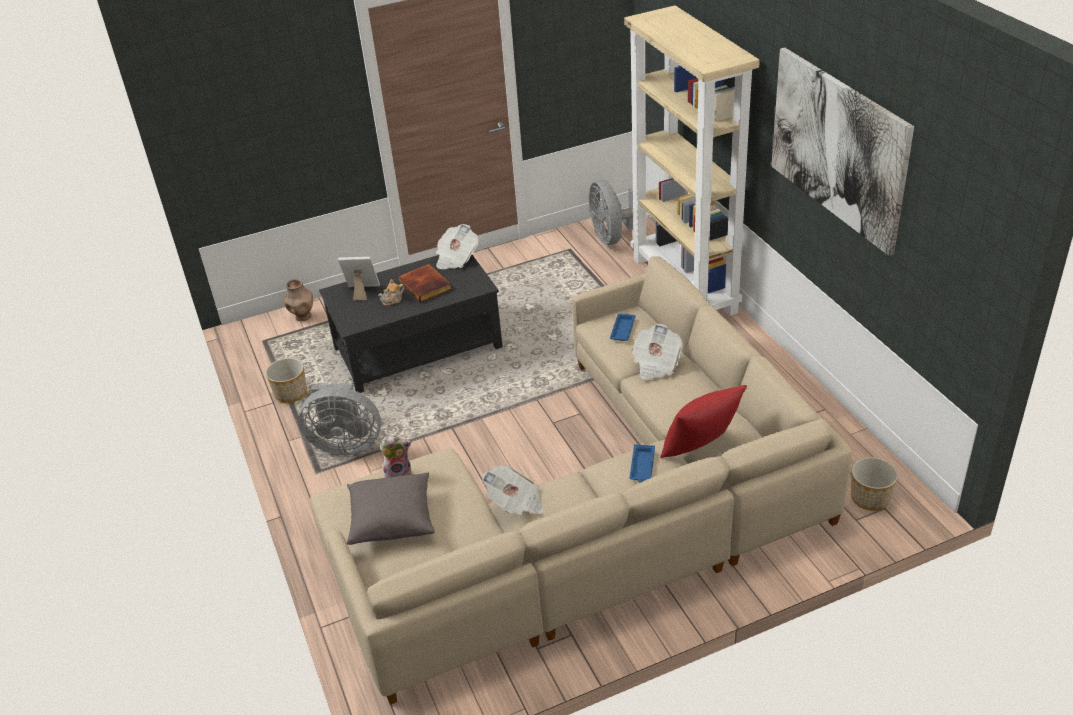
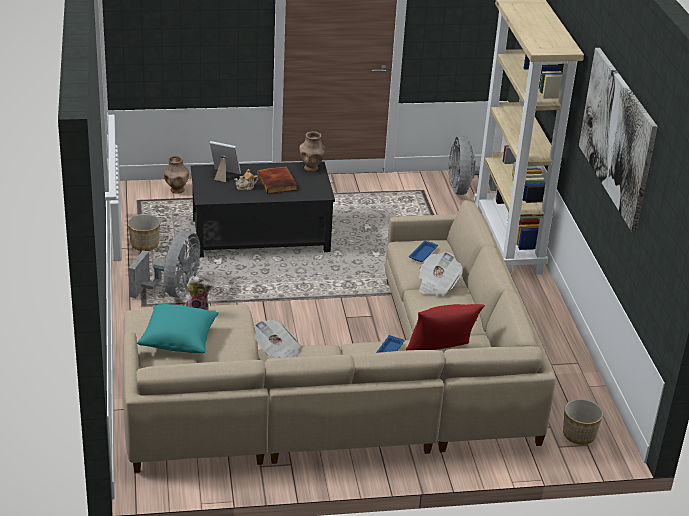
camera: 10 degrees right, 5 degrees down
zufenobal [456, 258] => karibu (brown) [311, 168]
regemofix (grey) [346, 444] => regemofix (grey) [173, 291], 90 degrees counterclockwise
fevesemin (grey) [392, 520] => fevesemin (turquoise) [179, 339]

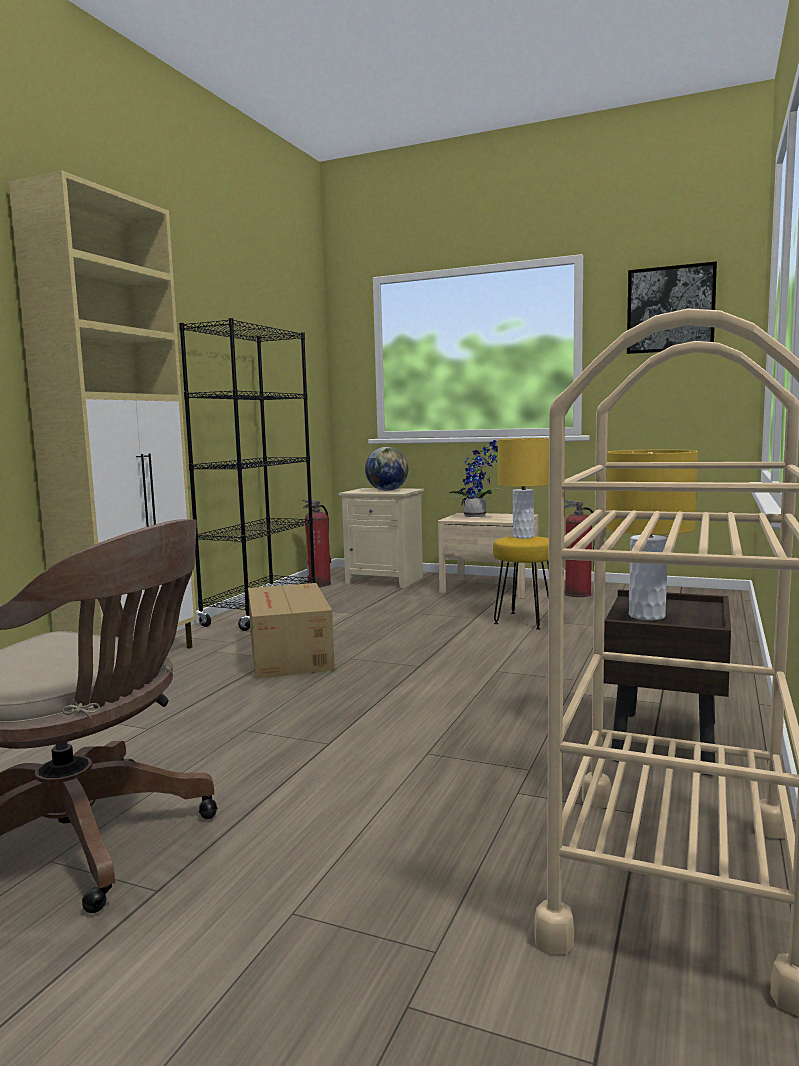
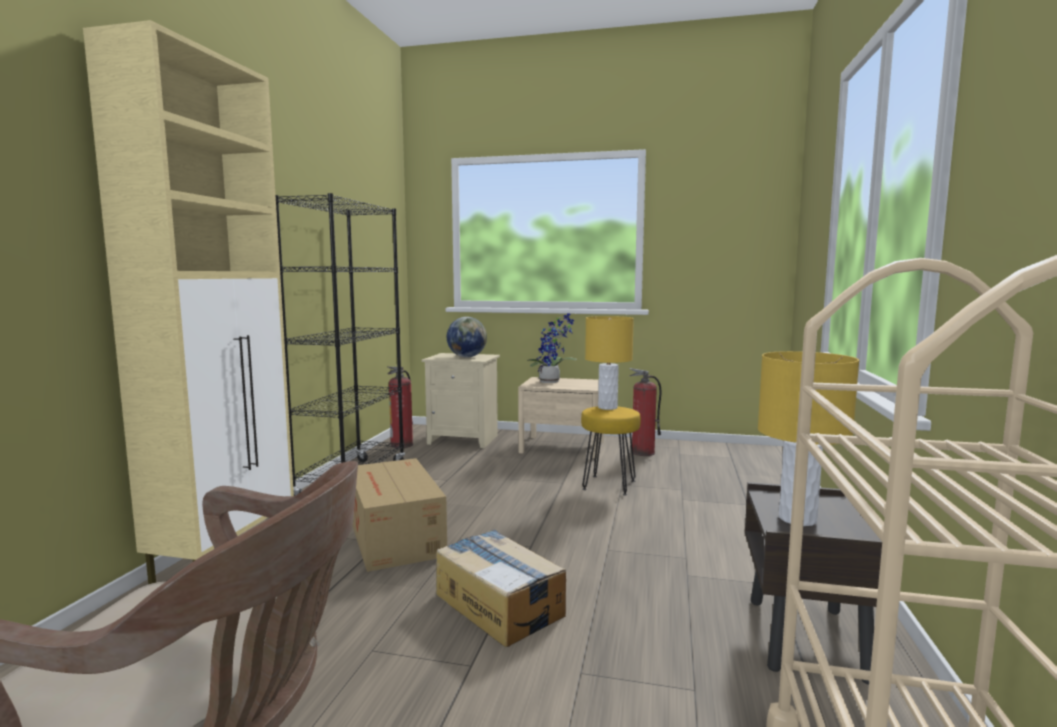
camera: 10 degrees left, 0 degrees up
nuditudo [670, 309] => nothing
nothing => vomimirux [499, 604]

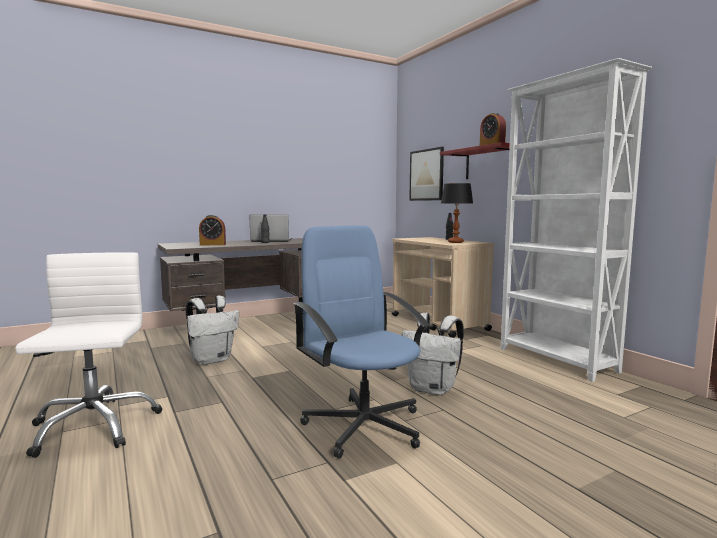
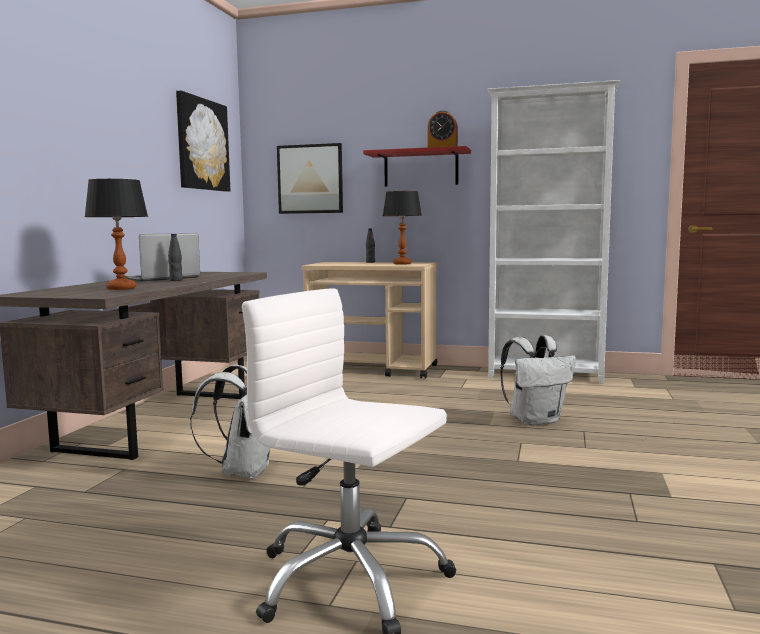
camera: 45 degrees left, 0 degrees up
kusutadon [213, 244] => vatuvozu [121, 288]
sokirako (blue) [364, 425] => nothing
nothing => nuditudo [202, 144]

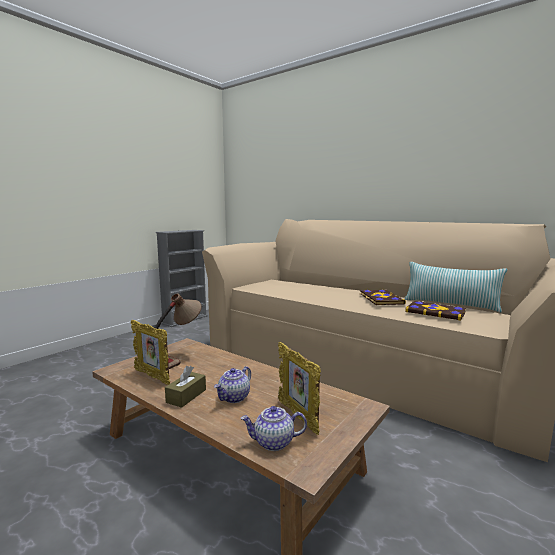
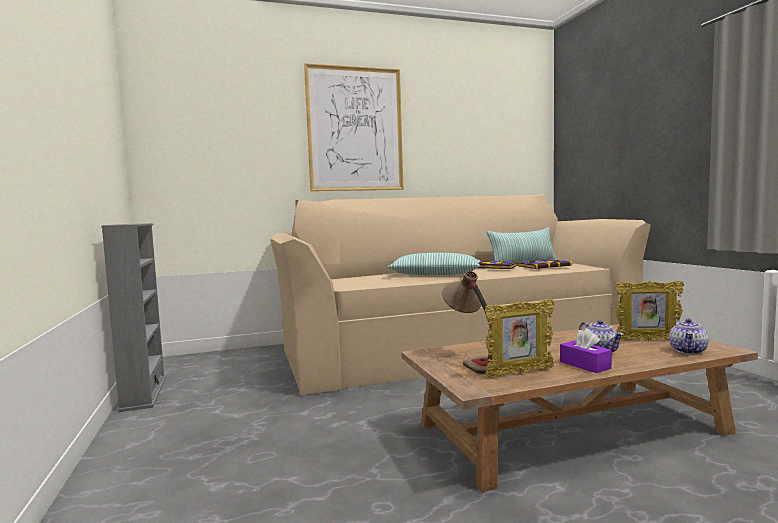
camera: 55 degrees left, 5 degrees down
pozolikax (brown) [186, 396] => pozolikax (purple) [585, 365]
nothing => nuditudo [355, 129]
nothing => fevesemin [435, 274]

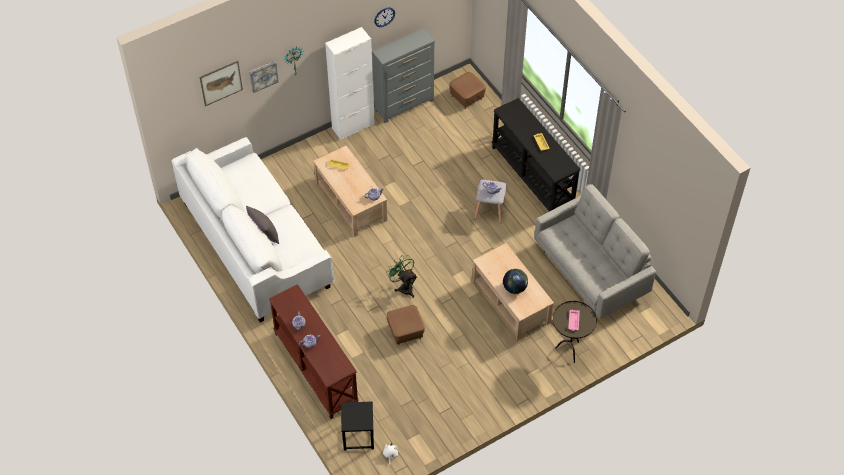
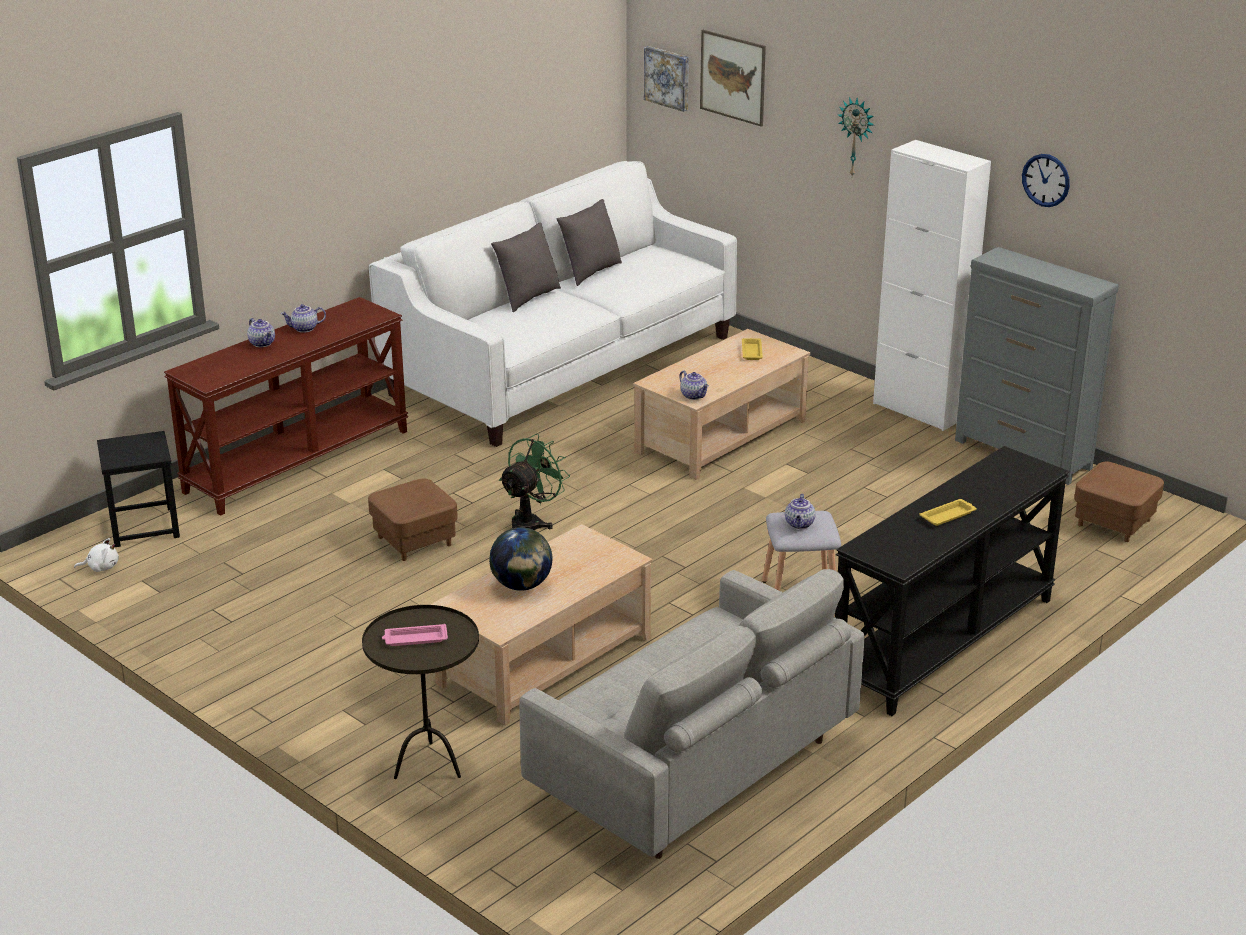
camera: 75 degrees right, 25 degrees down
nuditudo [263, 75] => nuditudo [668, 78], relocated
nothing => fevesemin (grey) [590, 272]

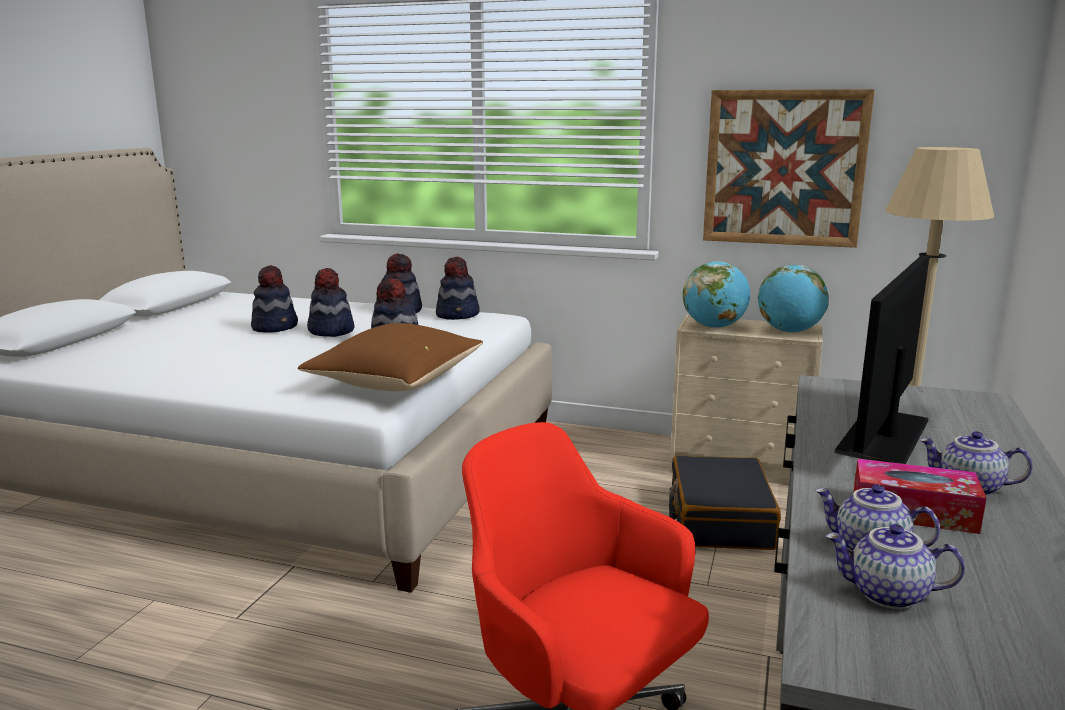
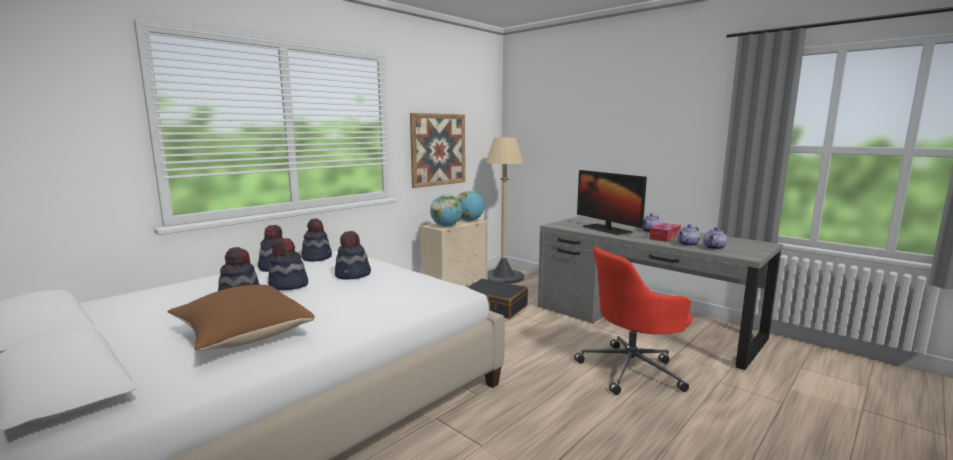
camera: 65 degrees left, 5 degrees down
fevesemin (brown) [396, 383] => fevesemin (brown) [242, 336], relocated

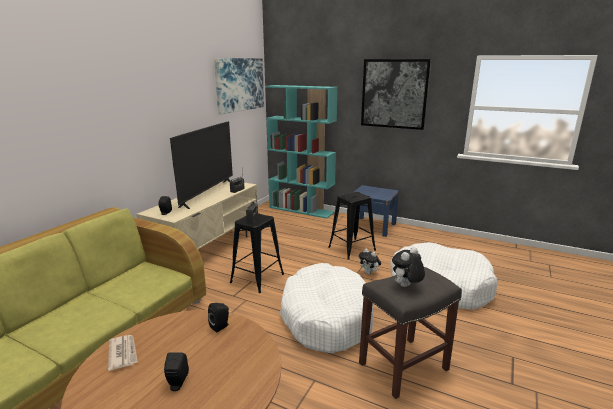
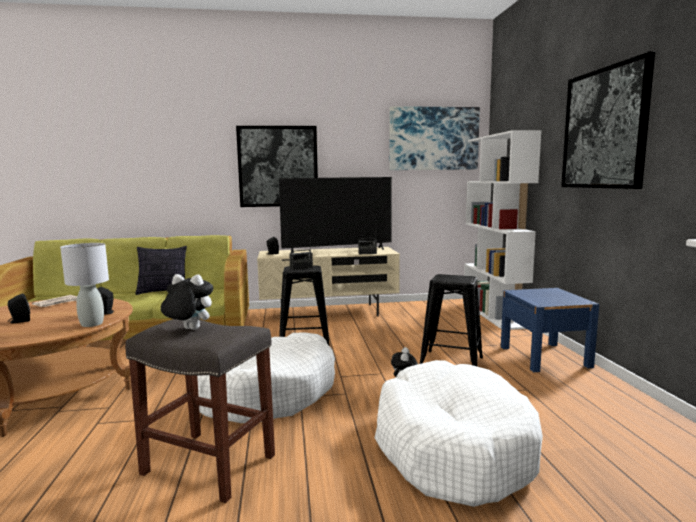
camera: 55 degrees right, 10 degrees down
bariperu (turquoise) [301, 210] => bariperu (white) [494, 314]
nothing => nuditudo [278, 166]
nothing => vatuvozu (grey) [91, 324]
nothing => fevesemin [163, 292]

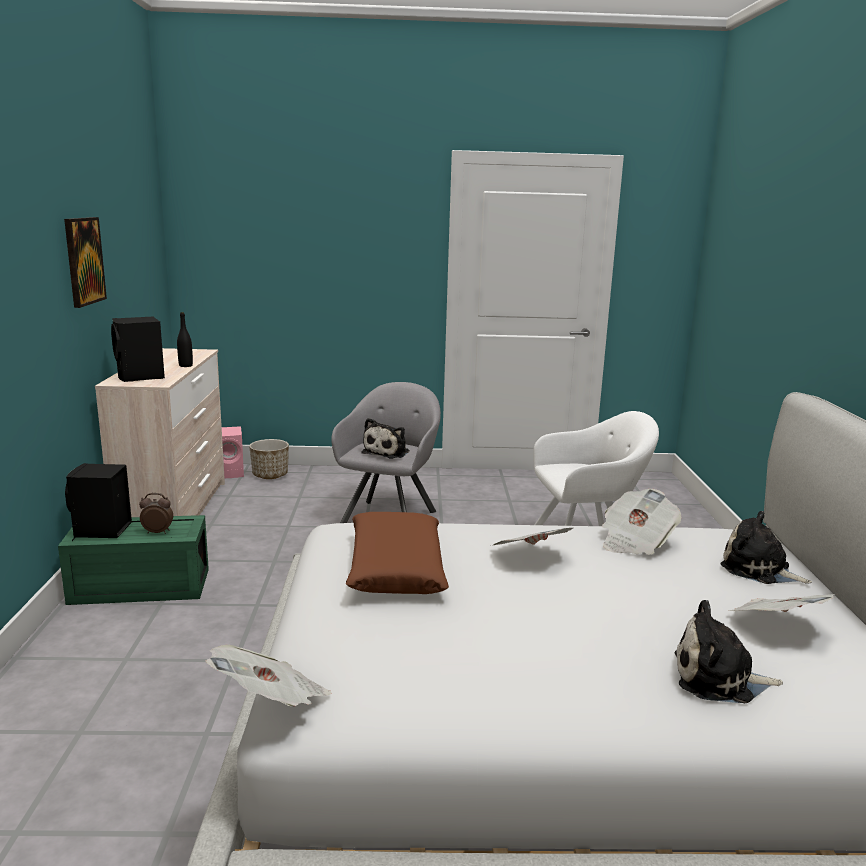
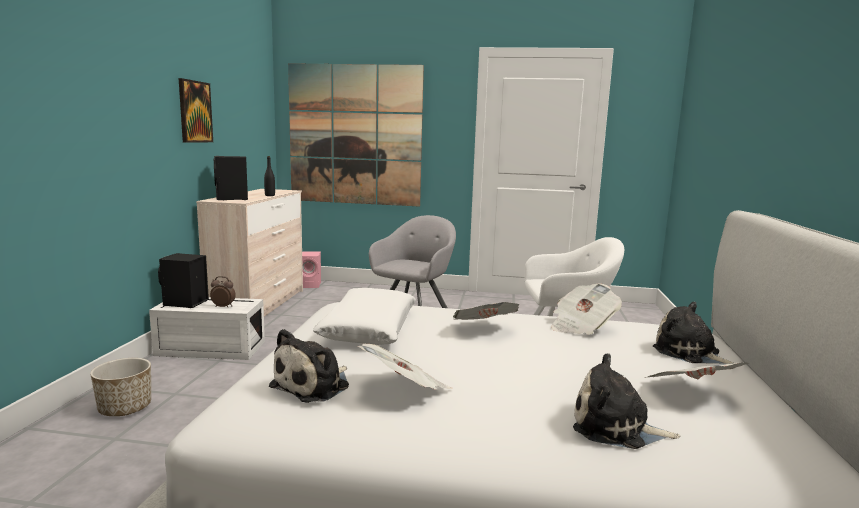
camera: 10 degrees right, 5 degrees down
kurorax [387, 452] => kurorax [314, 385], relocated
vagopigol [270, 475] => vagopigol [125, 408], relocated
fevesemin (brown) [395, 567] => fevesemin (white) [368, 328]
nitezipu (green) [138, 587] => nitezipu (white) [209, 349]
zufenobal [271, 702] => zufenobal [405, 390], relocated
nothing => nuditudo [355, 135]

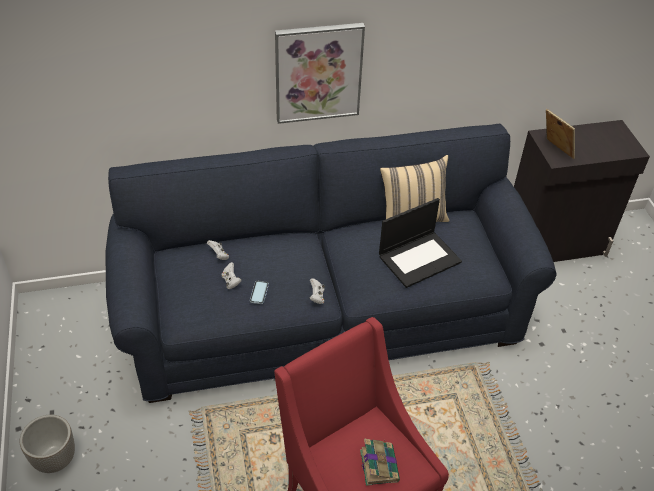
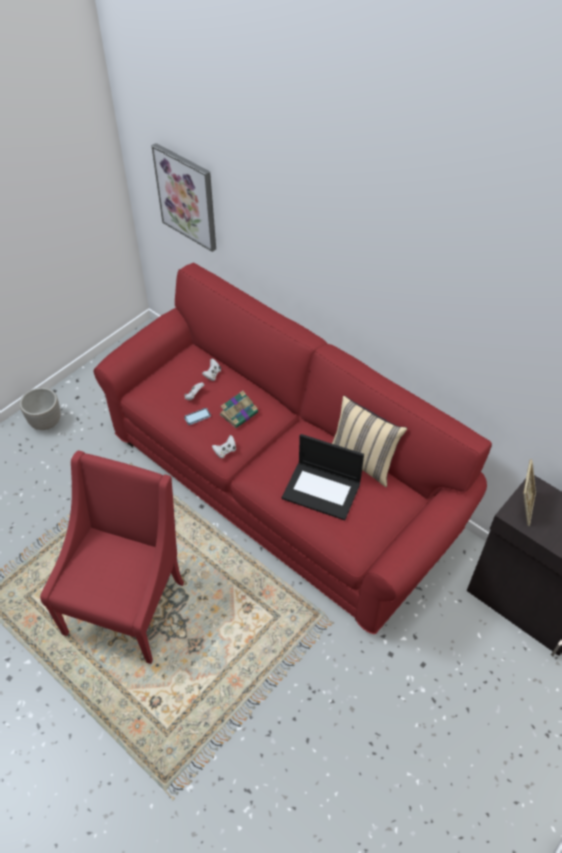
camera: 55 degrees right, 5 degrees up
nuditudo [318, 72] => nuditudo [187, 197], relocated
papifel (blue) [324, 314] => papifel (red) [281, 484]
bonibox [379, 464] => bonibox [239, 413], relocated

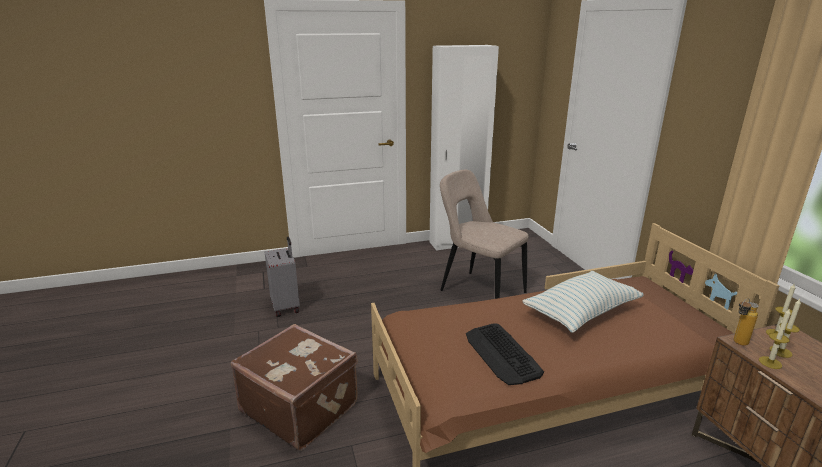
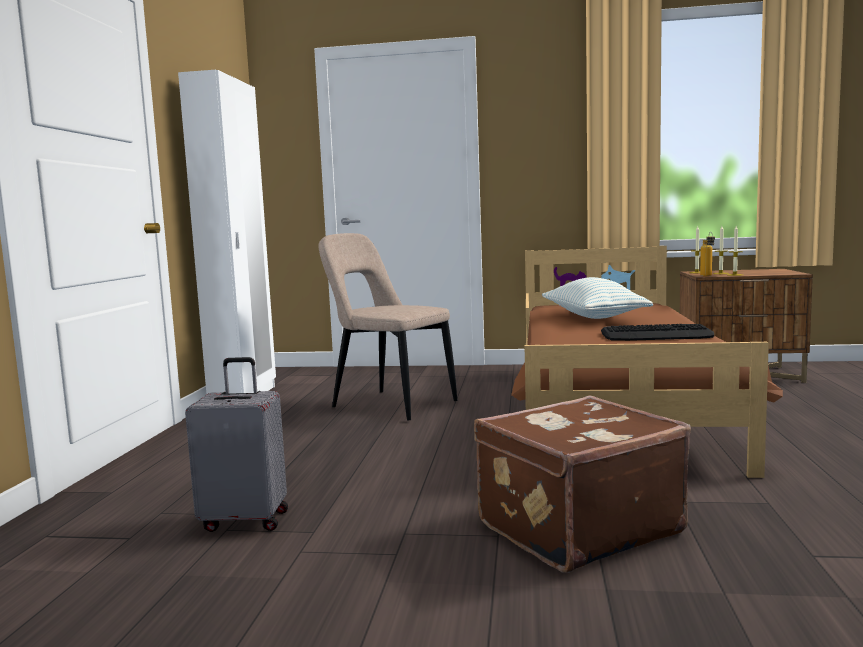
camera: 65 degrees left, 15 degrees down
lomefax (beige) [479, 291] => lomefax (beige) [389, 404], 60 degrees clockwise

